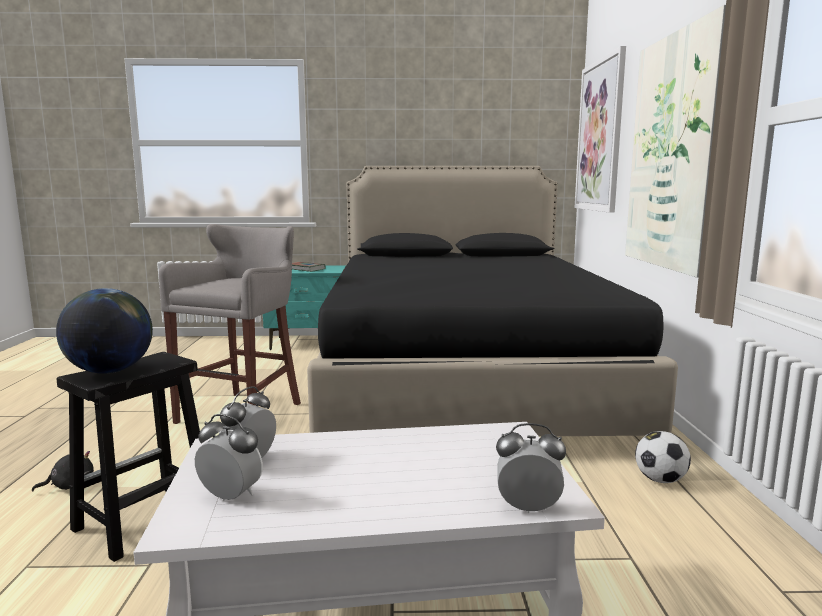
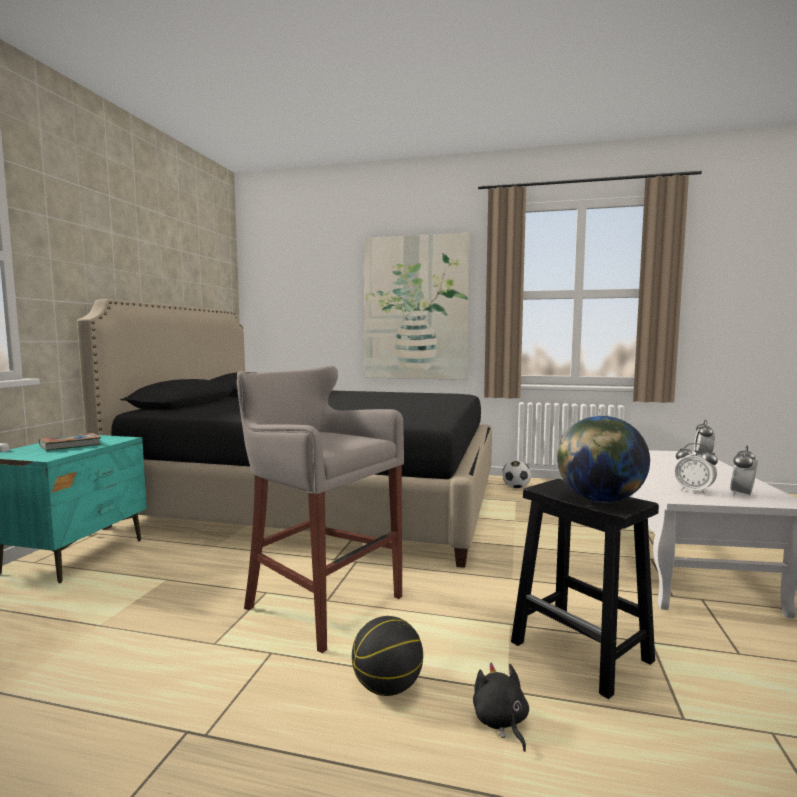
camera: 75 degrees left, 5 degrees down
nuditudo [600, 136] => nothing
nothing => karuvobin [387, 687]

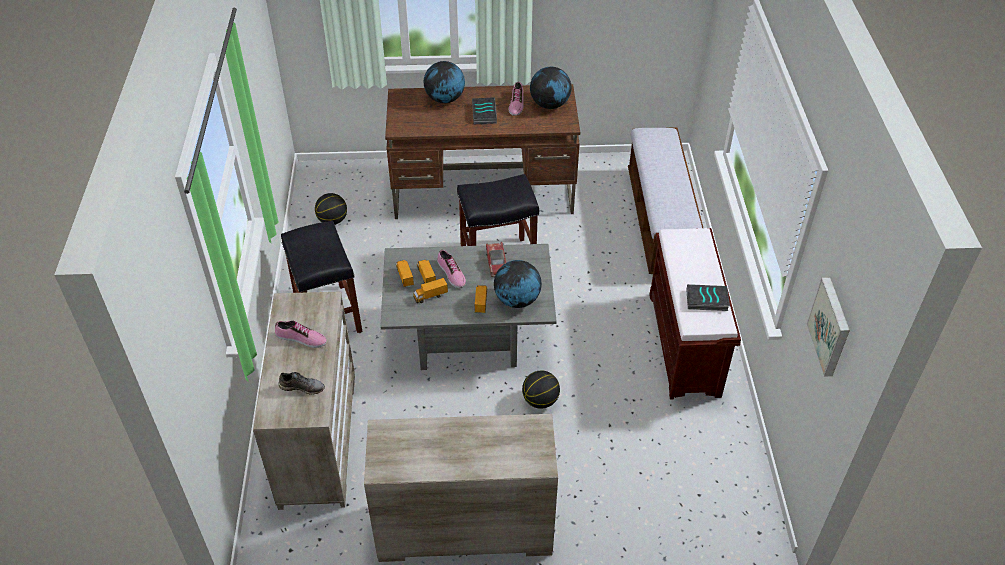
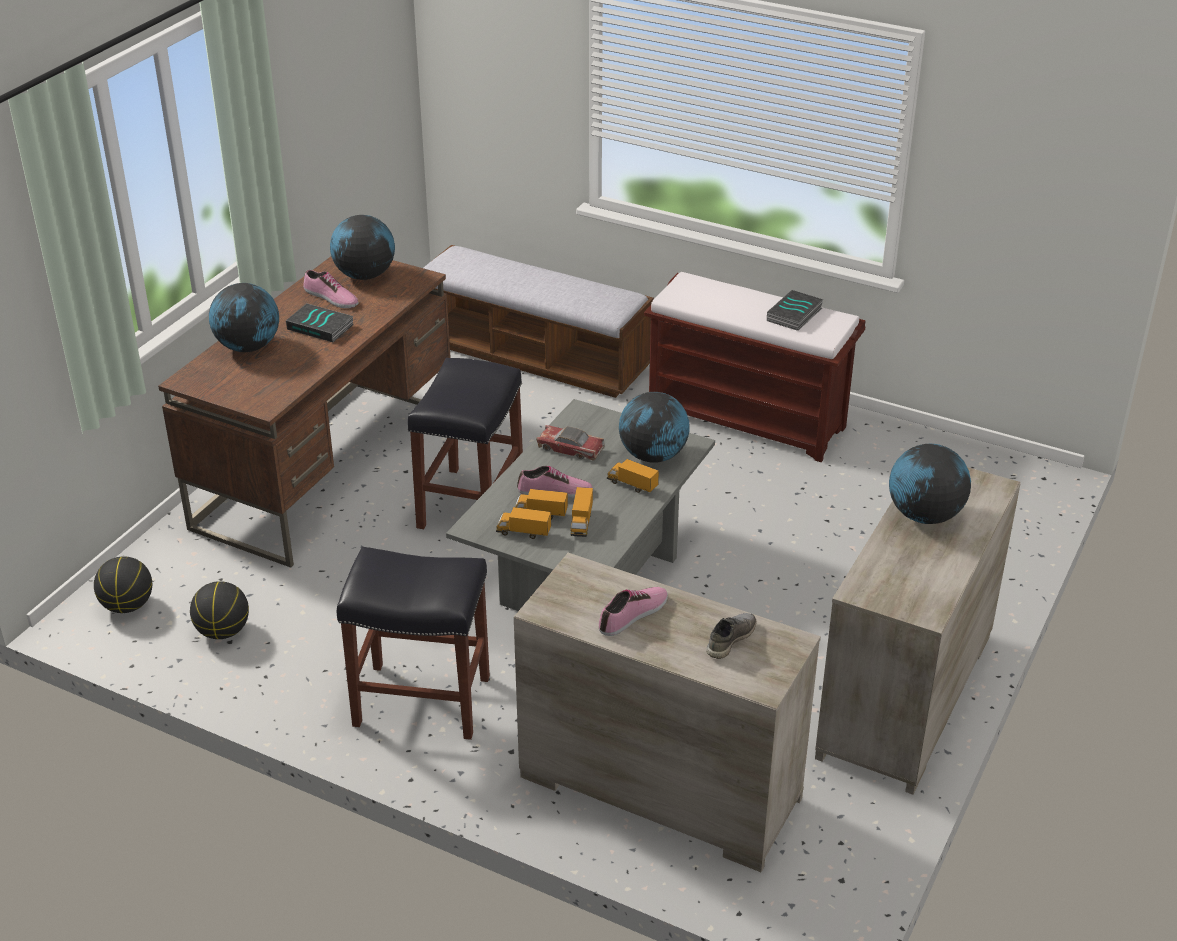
camera: 60 degrees left, 10 degrees down
nuditudo [831, 326] => nothing
karuvobin [540, 400] => karuvobin [127, 606], relocated
nothing => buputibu [924, 515]

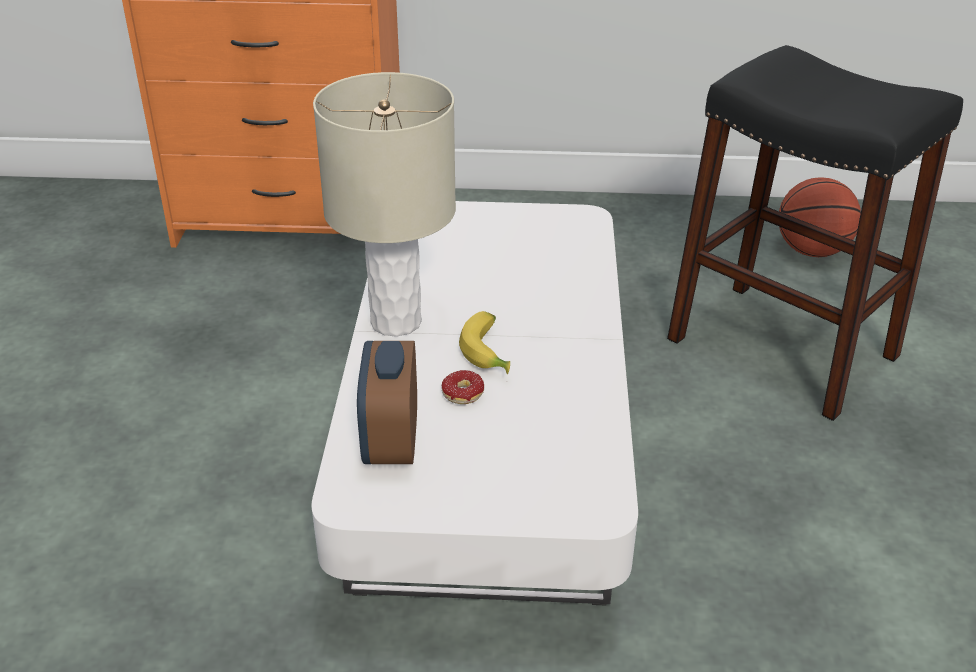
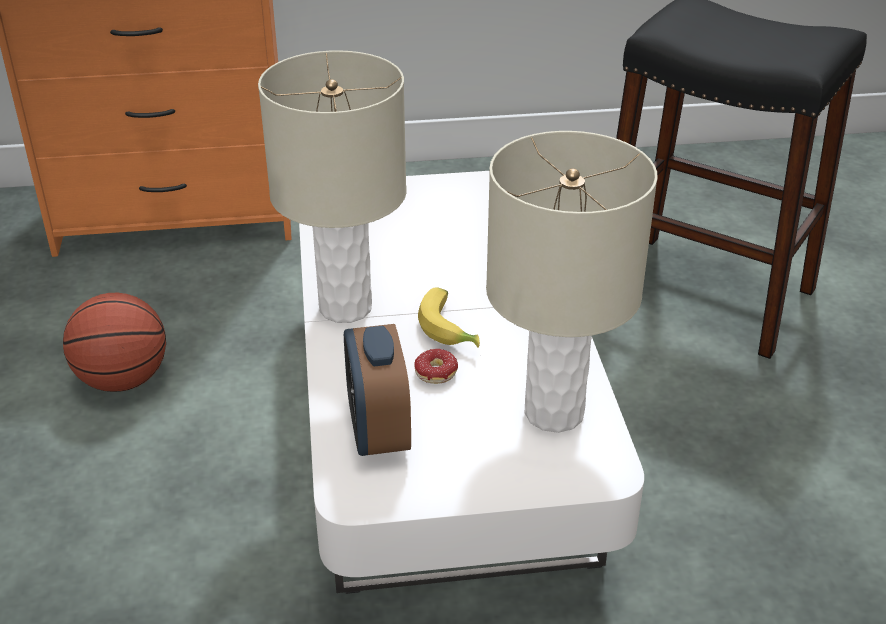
camera: 10 degrees left, 0 degrees up
karuvobin [811, 251] => karuvobin [123, 380], relocated
nothing => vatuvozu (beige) [553, 412]

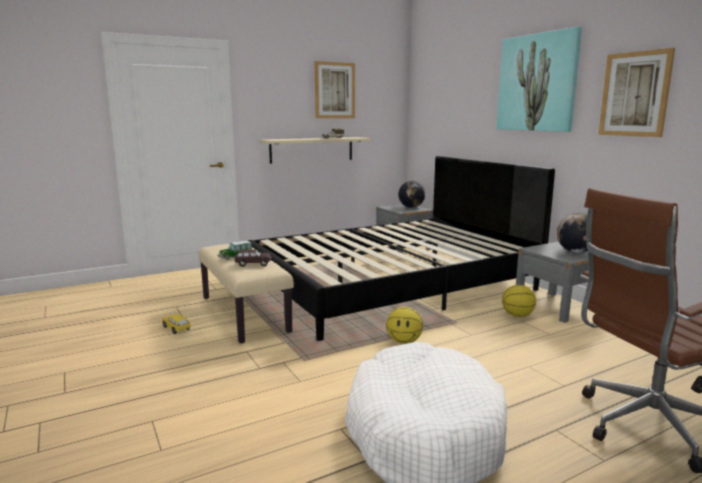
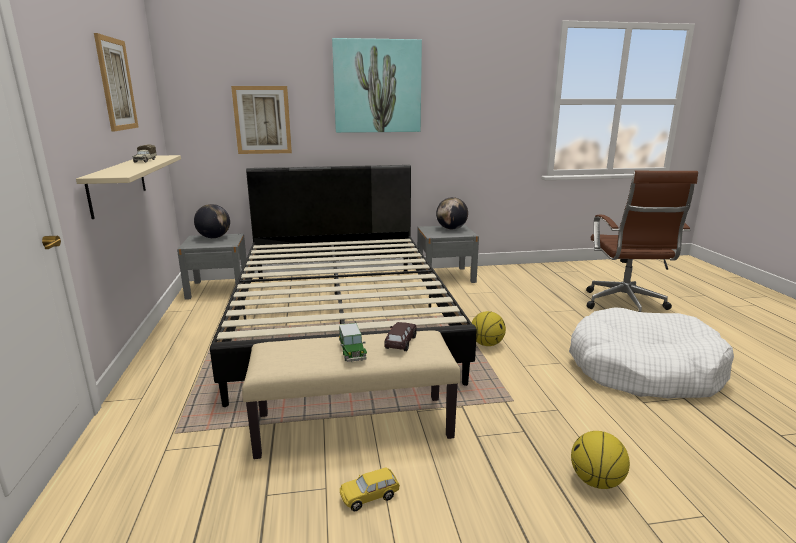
camera: 70 degrees left, 5 degrees up
nuditudo [634, 94] => nuditudo [262, 120], relocated
karuvobin [517, 315] => karuvobin [596, 481], relocated

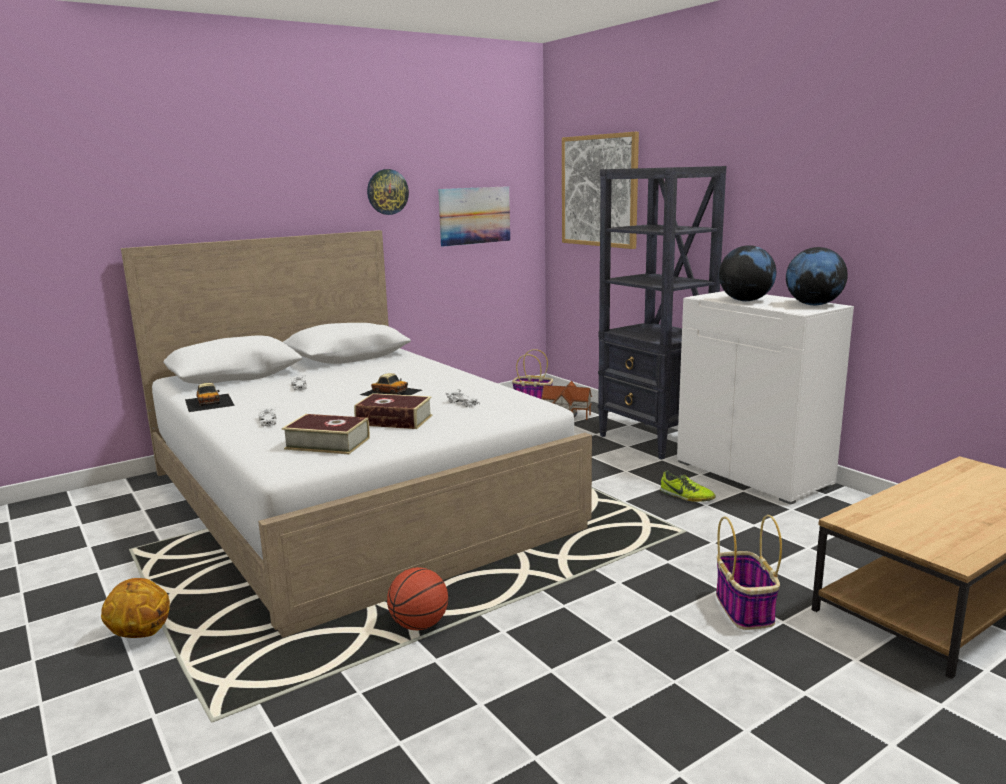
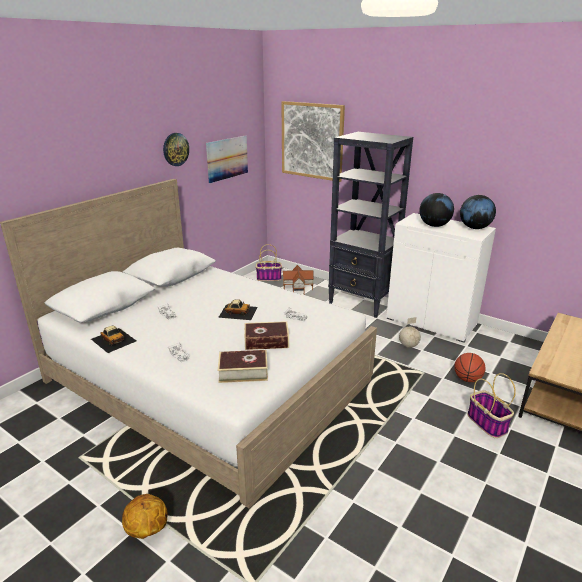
camera: 20 degrees left, 10 degrees up
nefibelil [686, 497] => buputibu [408, 346]
karuvobin [419, 625] => karuvobin [467, 379], relocated

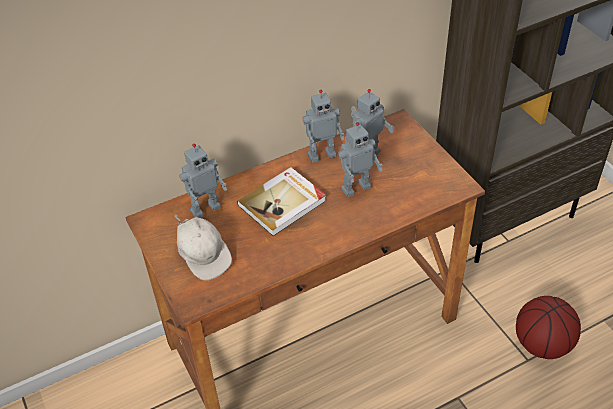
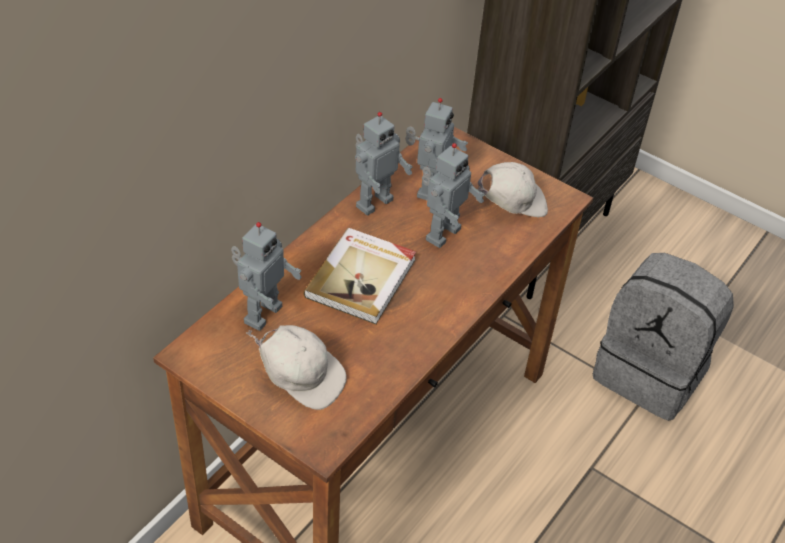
camera: 30 degrees left, 0 degrees up
karuvobin [542, 344] => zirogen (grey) [650, 373]
nothing => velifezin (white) [510, 205]

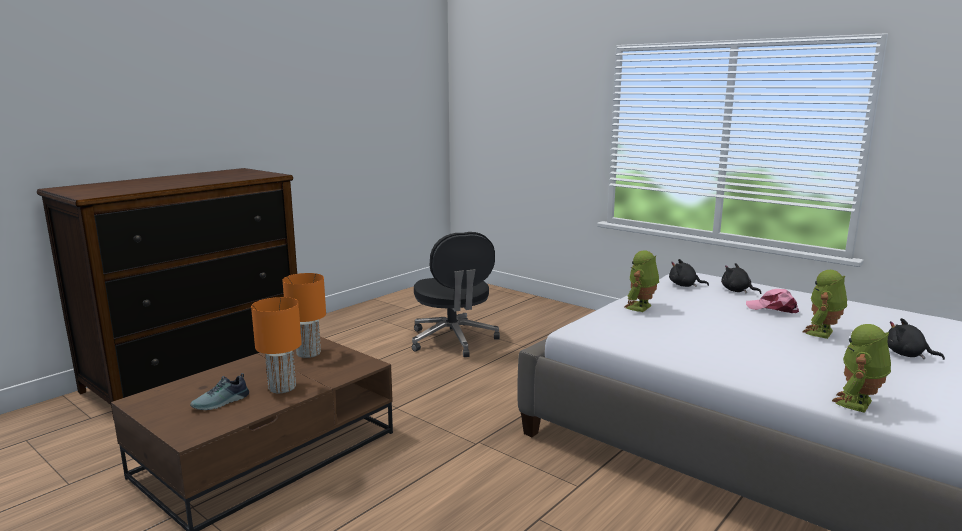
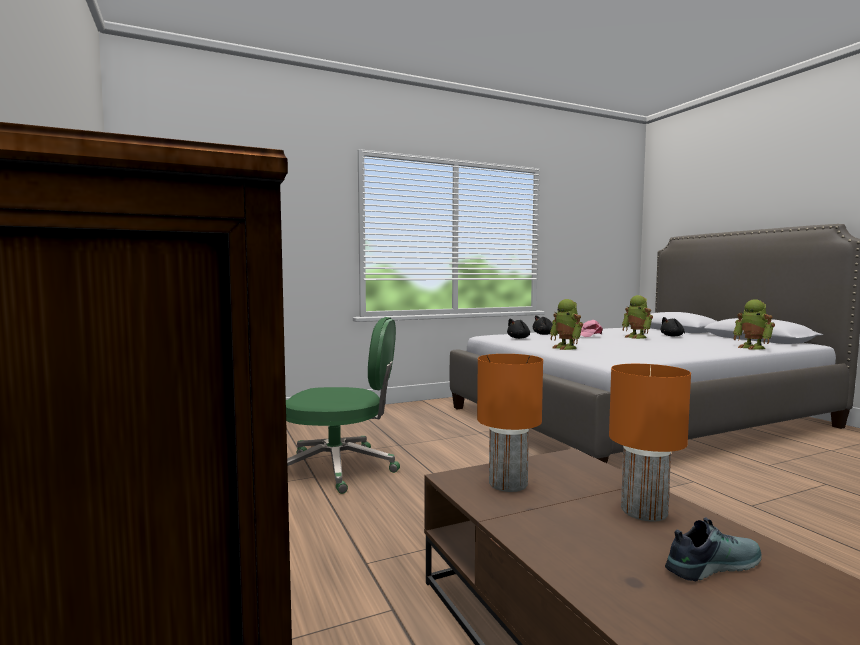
camera: 65 degrees left, 10 degrees down
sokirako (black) [453, 340] => sokirako (green) [340, 469]
nefibelil [221, 402] => nefibelil [710, 564], 90 degrees counterclockwise

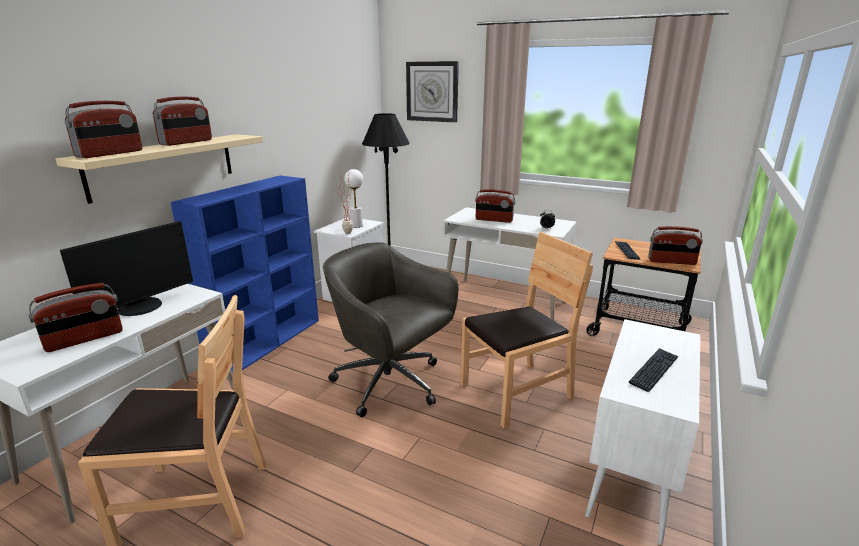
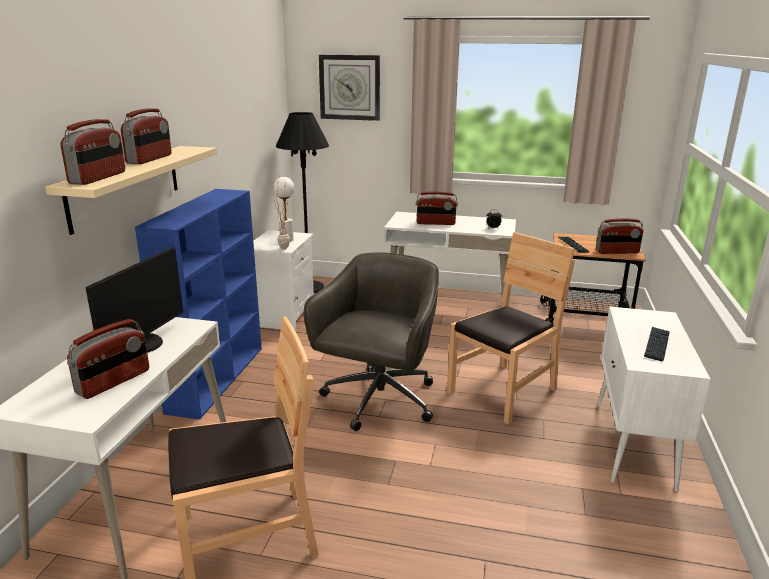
camera: 15 degrees left, 0 degrees up
sokirako (grey) [391, 384] => sokirako (grey) [378, 401], 90 degrees clockwise

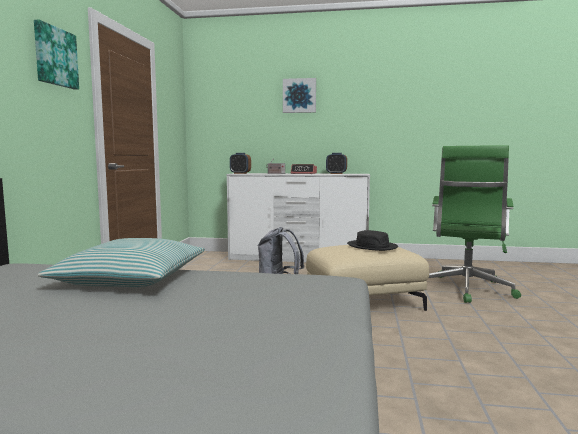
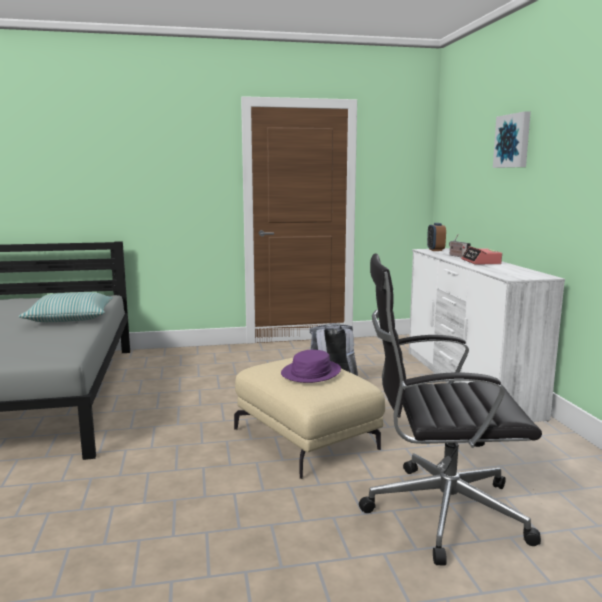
camera: 70 degrees right, 5 degrees up
nuditudo [55, 57] => nothing
sokirako (green) [466, 290] => sokirako (black) [440, 511]
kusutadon [336, 173] => nothing
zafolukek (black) [372, 246] => zafolukek (purple) [311, 372]

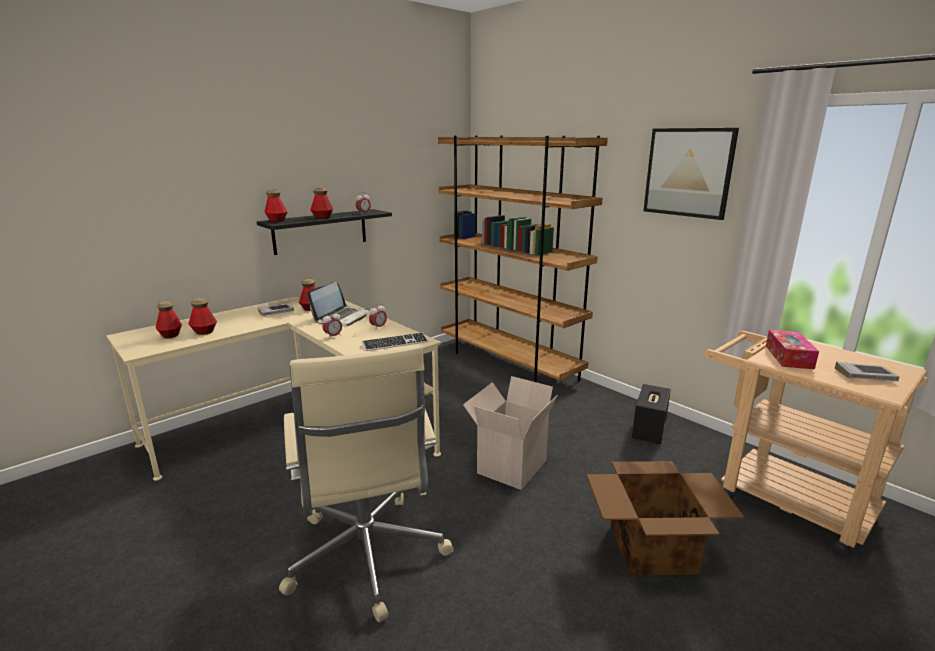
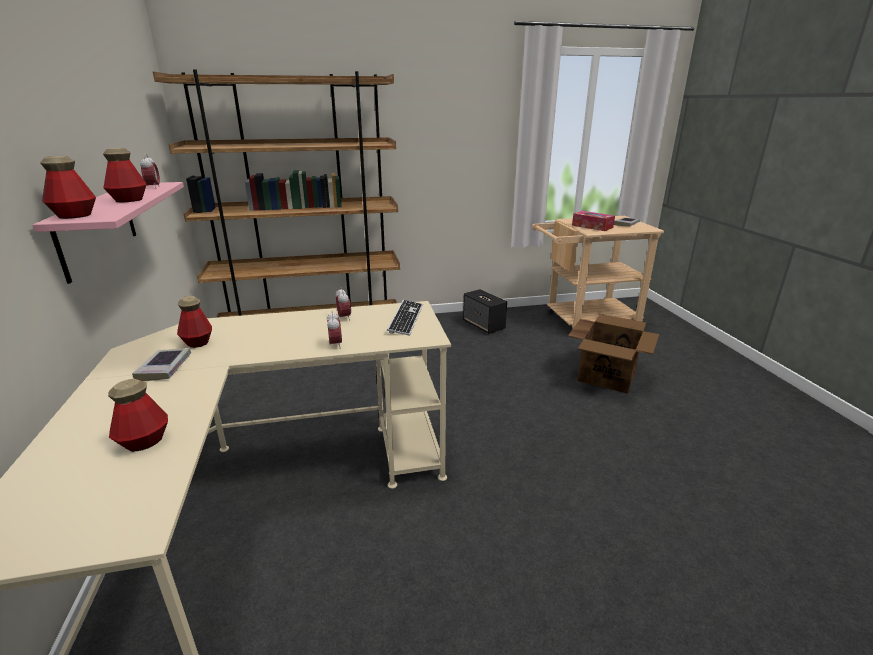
camera: 60 degrees left, 5 degrees up
nuditudo [688, 172] => nothing
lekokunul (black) [320, 231] => lekokunul (pink) [98, 228]
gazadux [342, 317] => nothing
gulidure [170, 335] => nothing
sokirako (beige) [367, 558] => nothing
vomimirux [510, 465] => nothing

